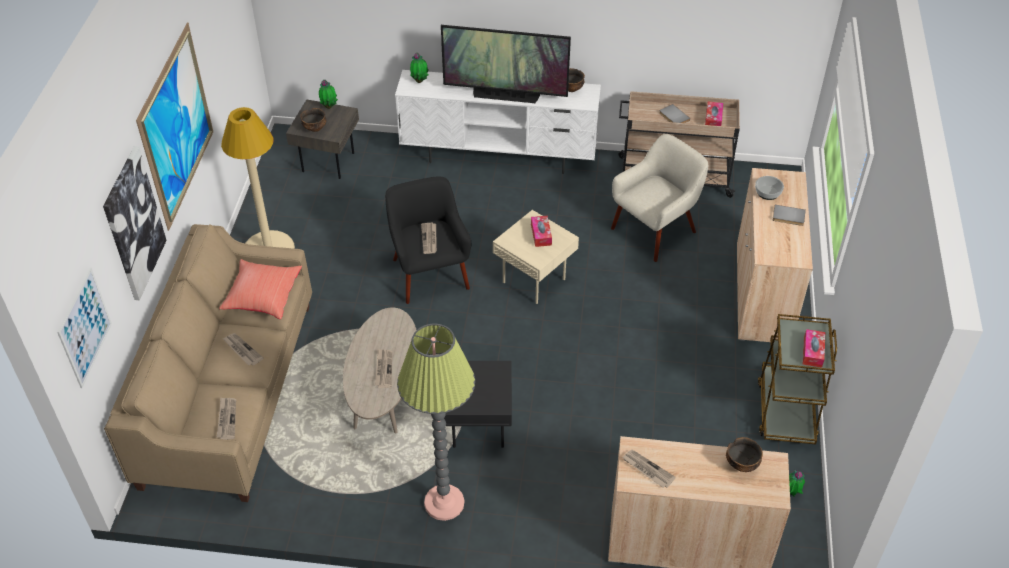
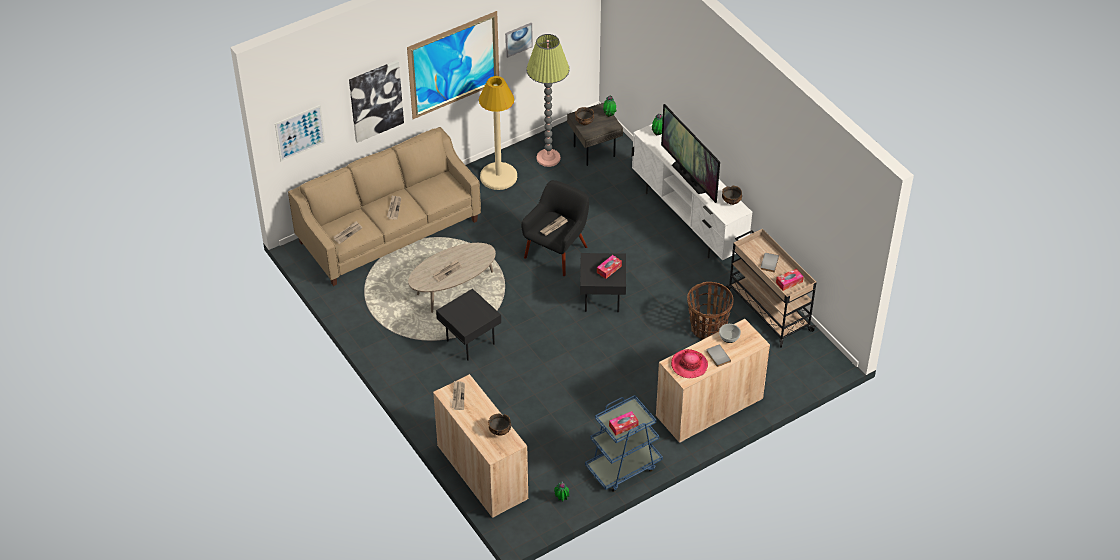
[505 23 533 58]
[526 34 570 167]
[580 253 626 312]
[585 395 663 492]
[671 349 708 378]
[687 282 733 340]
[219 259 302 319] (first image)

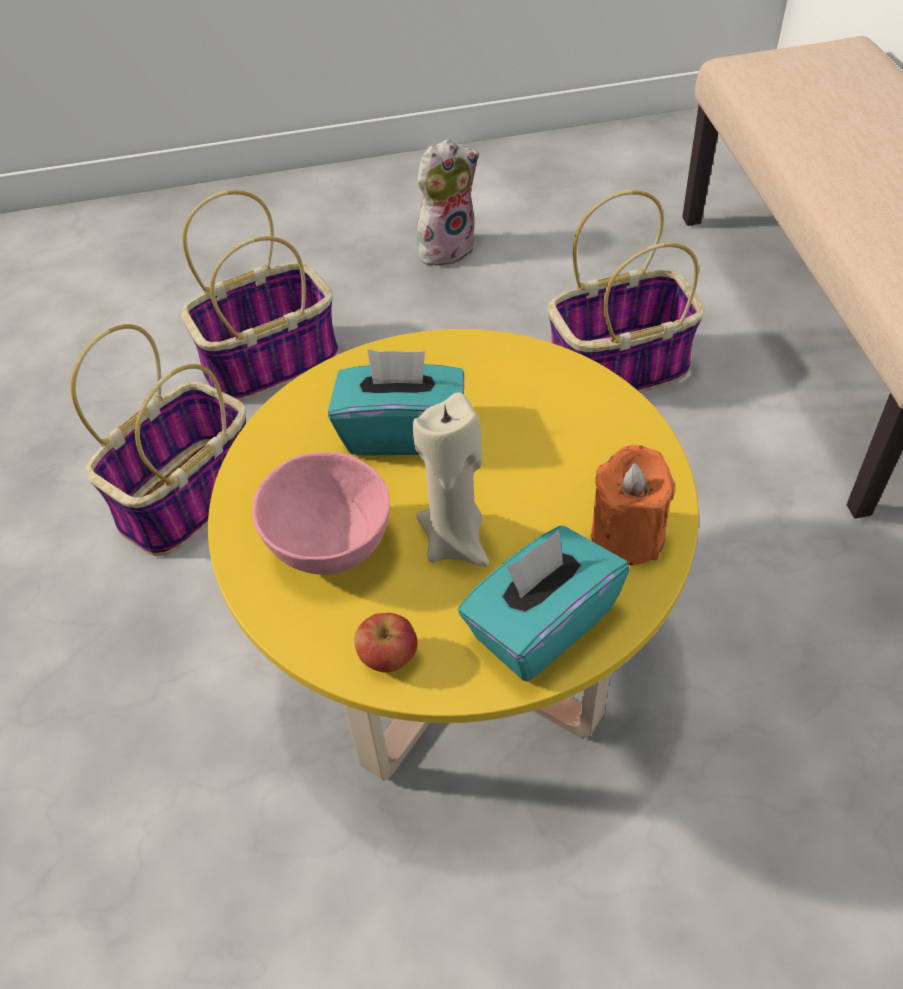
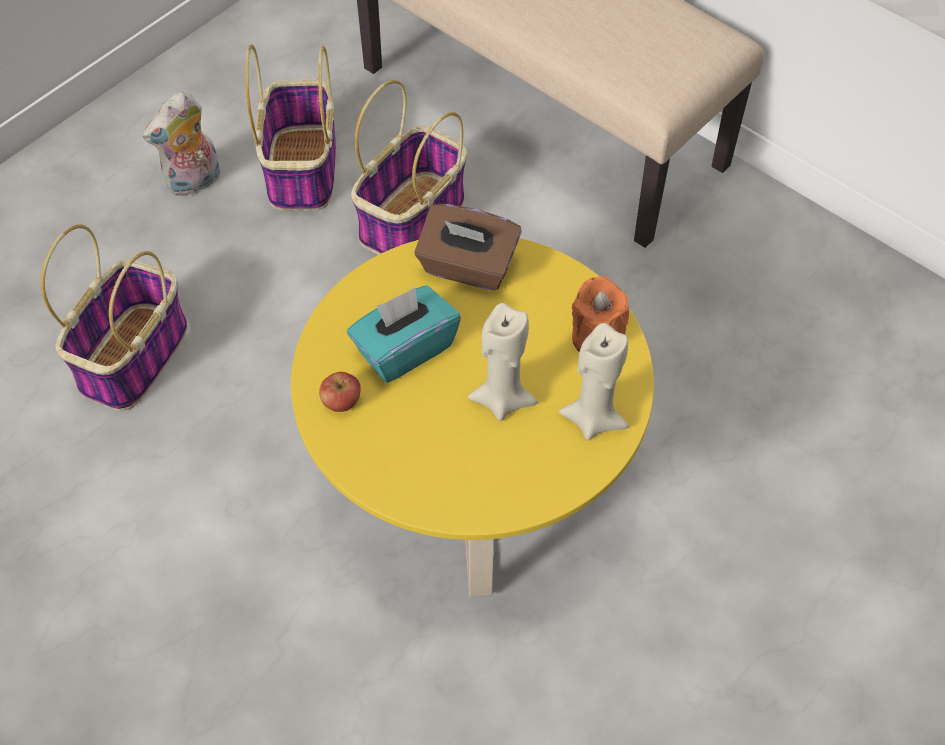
[143 91 220 196]
[245 44 336 211]
[319 372 361 412]
[414 204 522 291]
[559 323 629 440]
[252 452 390 575] (first image)

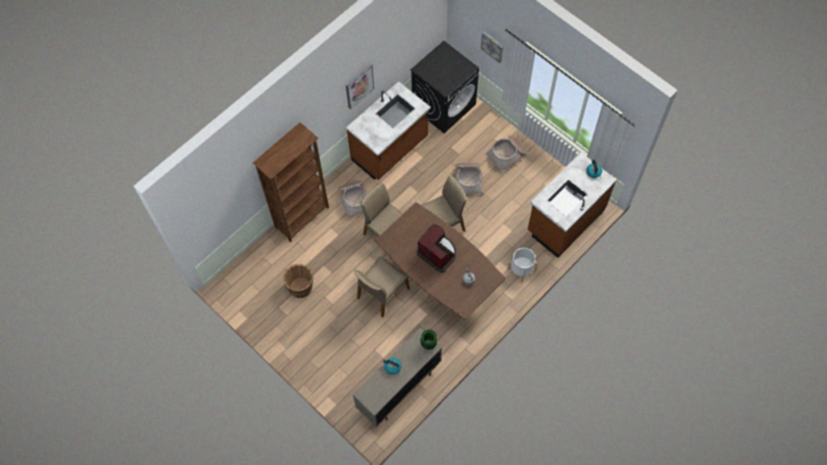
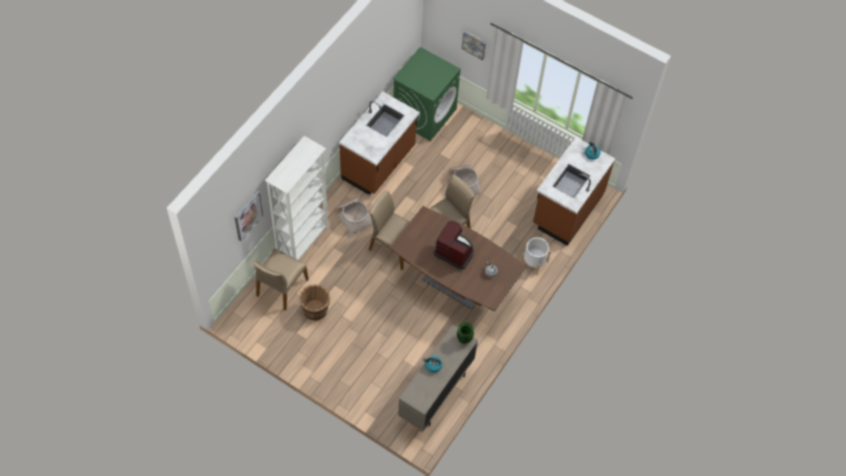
[234 191 263 241]
[252 248 309 311]
[265 136 328 260]
[393 47 461 141]
[485 135 527 173] (first image)

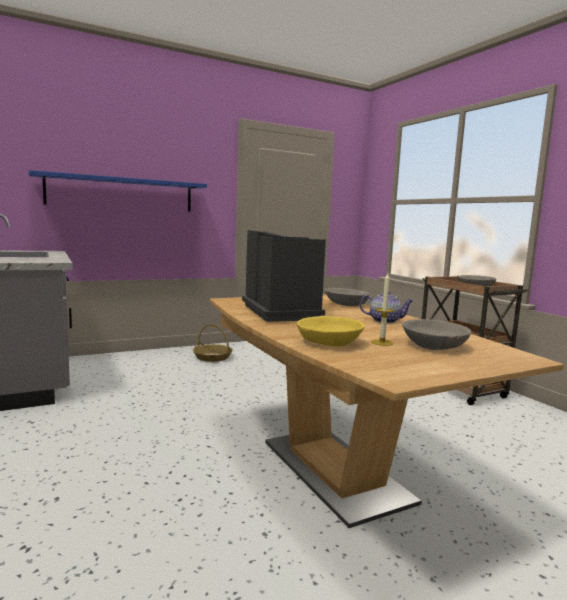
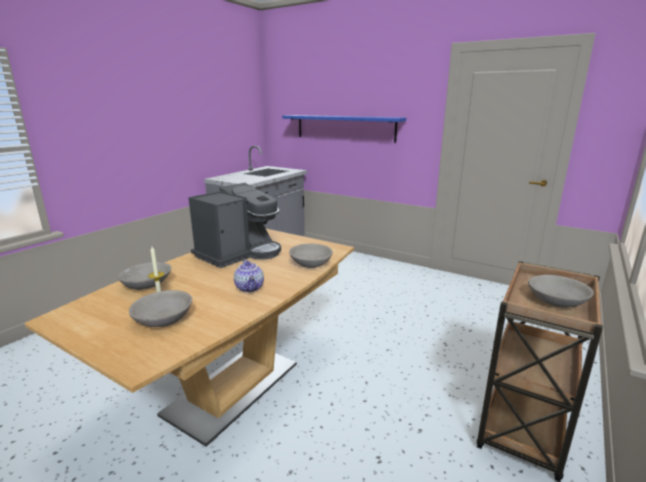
[118 262 171 290]
[193 324 233 362] (first image)

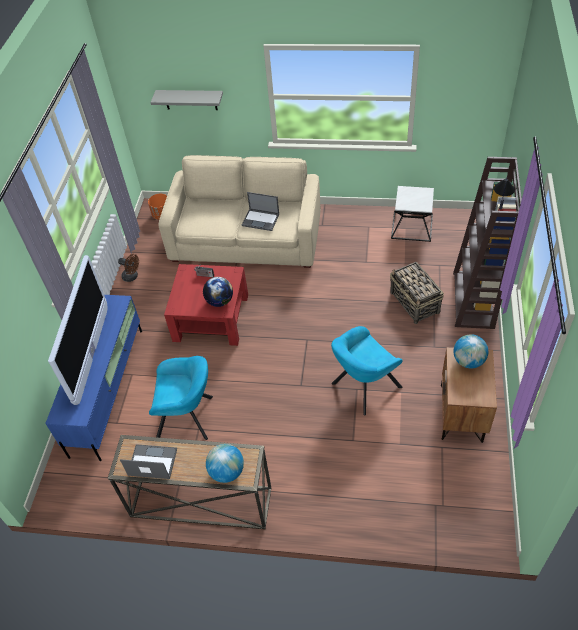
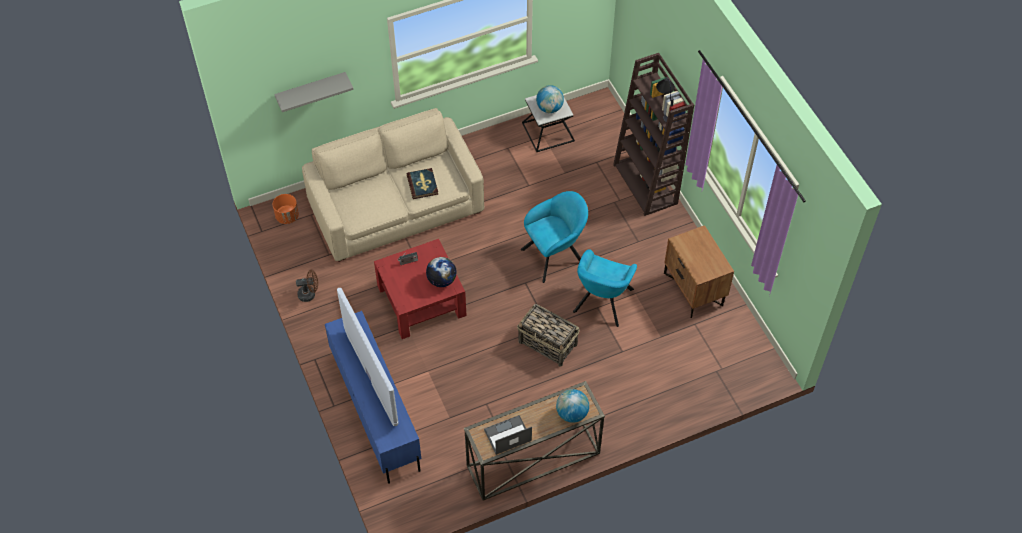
[407 168 438 199]
[517 304 579 366]
[521 191 588 283]
[536 85 564 113]

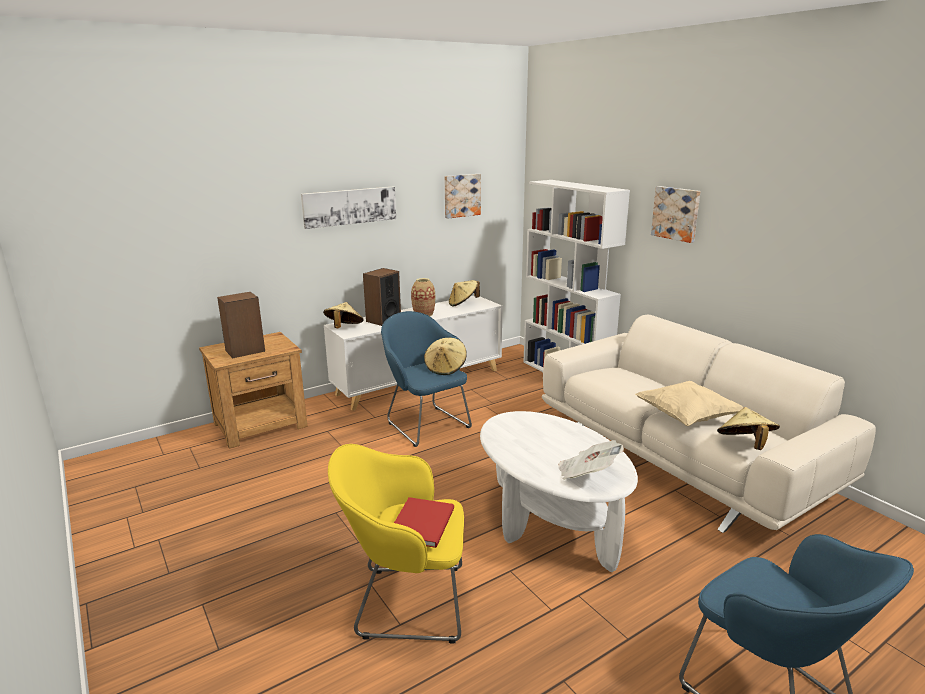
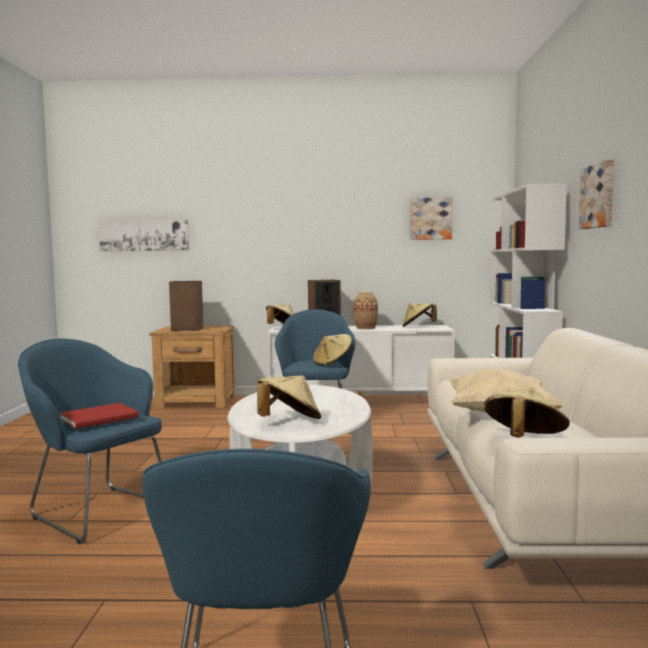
[18 339 162 544]
[99 220 189 251]
[257 375 321 419]

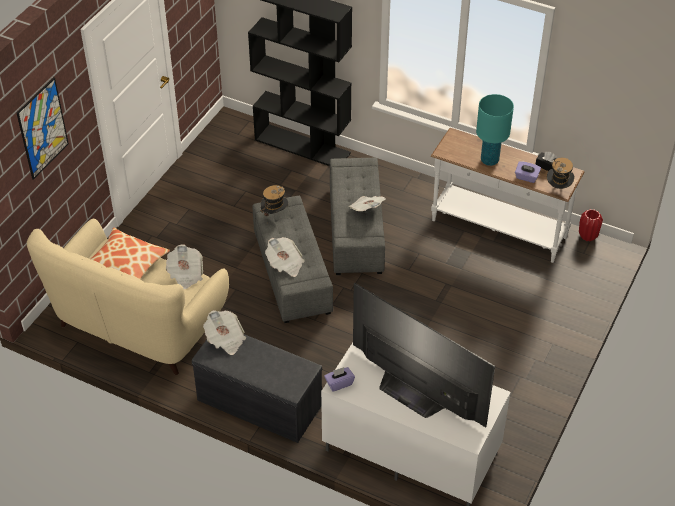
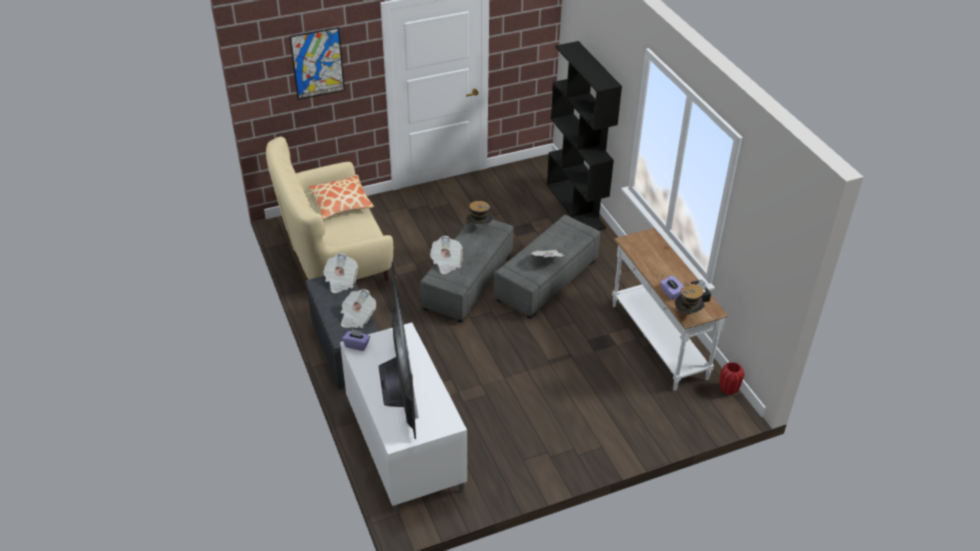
[341 289 376 328]
[476 94 514 166] (first image)

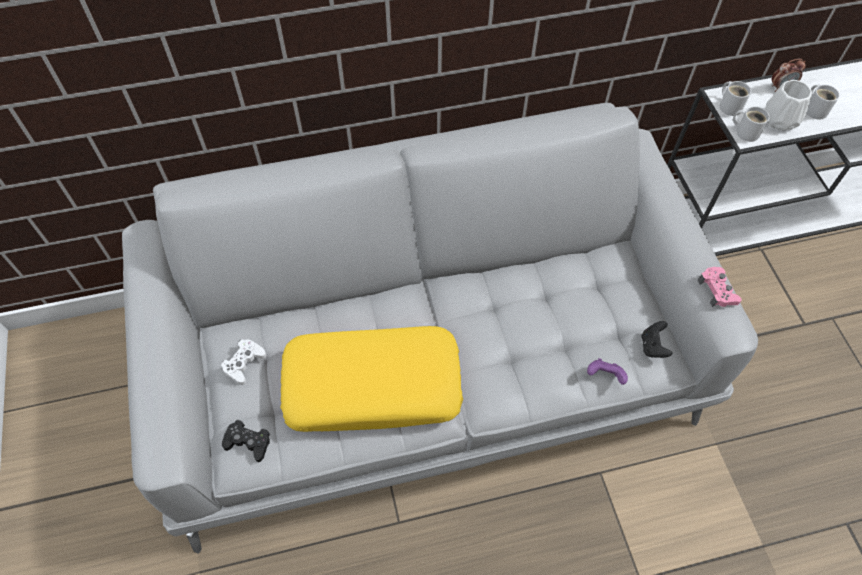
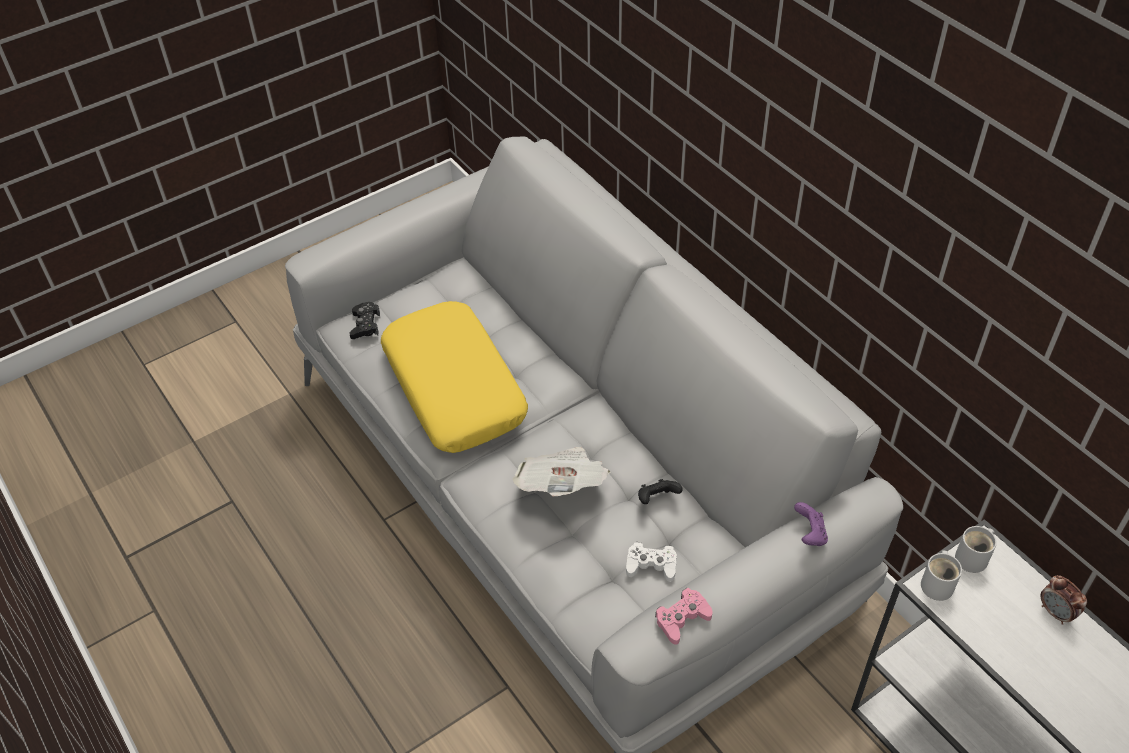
[512 447 611 496]
[626 542 677 582]
[638 479 683 504]
[794 502 828 546]
[765 80 812 131] (first image)
[807 84 840 120] (first image)

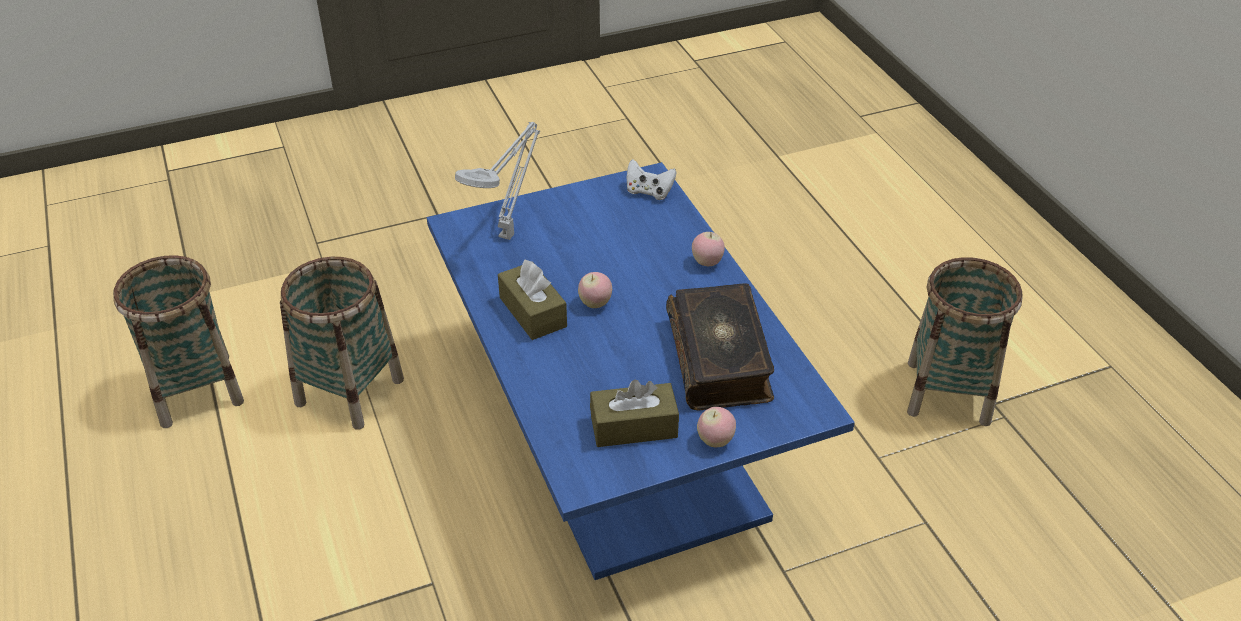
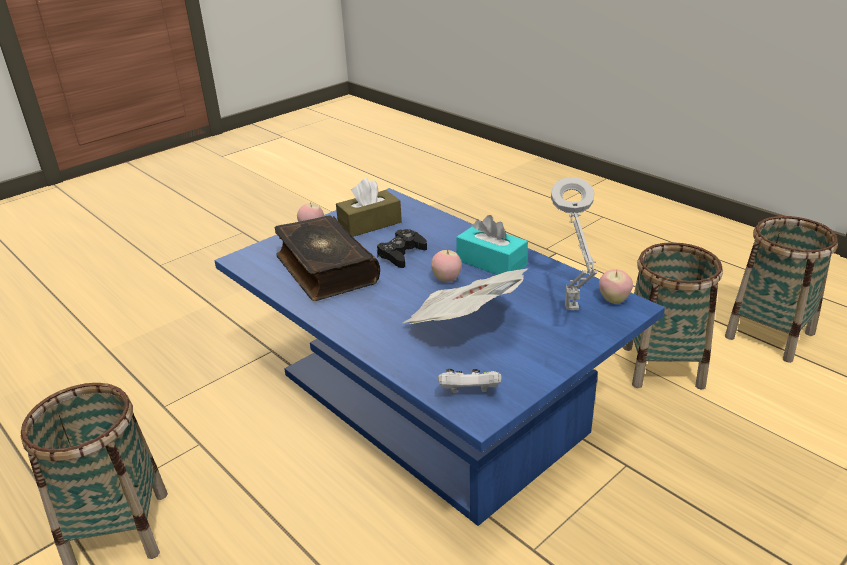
[377 229 427 268]
[403 268 528 324]
[456 215 528 275]
[599 269 633 304]

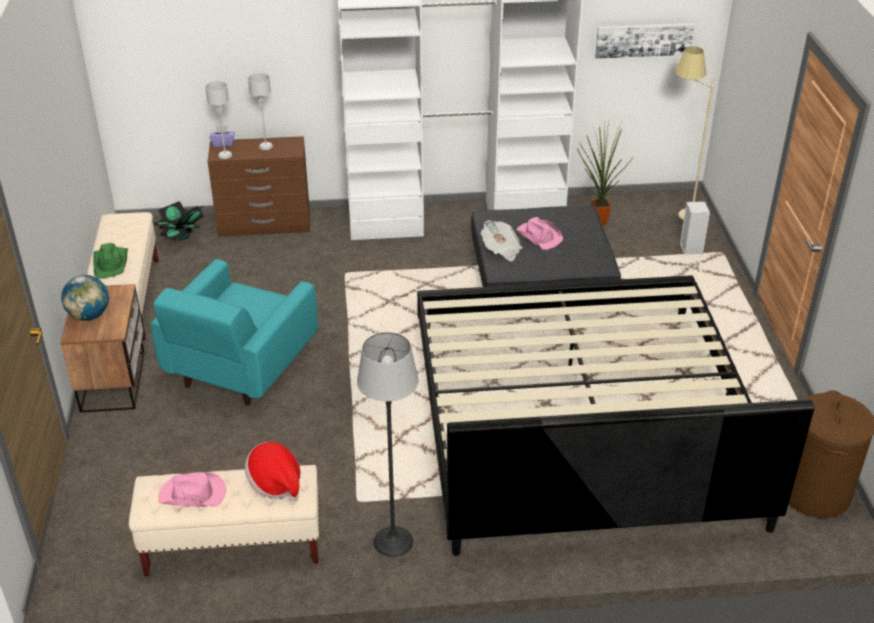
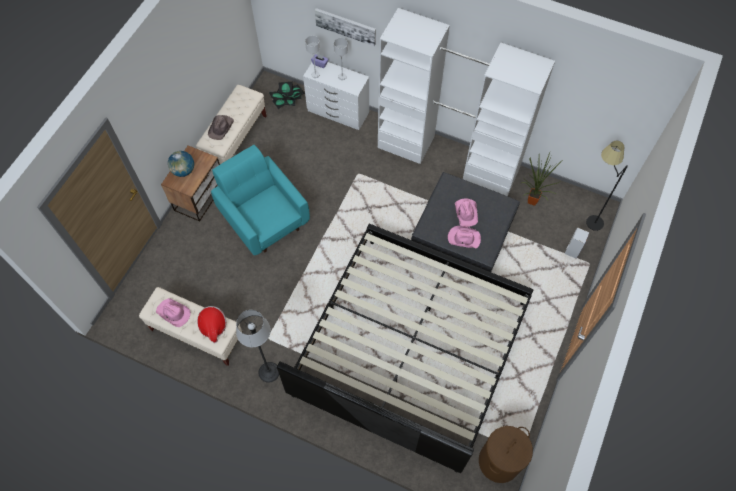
[208 115 234 140]
[211 145 310 255]
[303 62 369 130]
[315 8 376 46]
[448 226 481 249]
[586 140 628 231]
[481 220 523 261] (first image)

